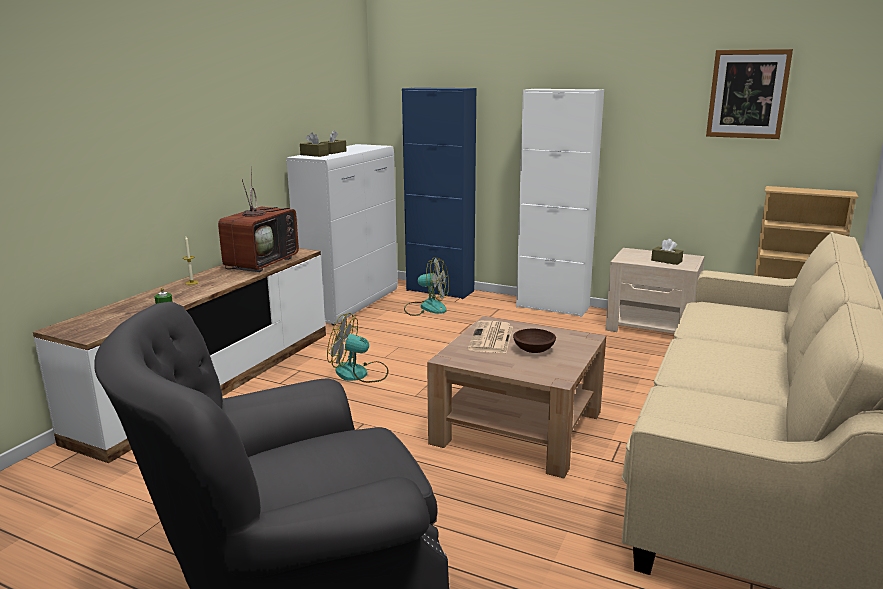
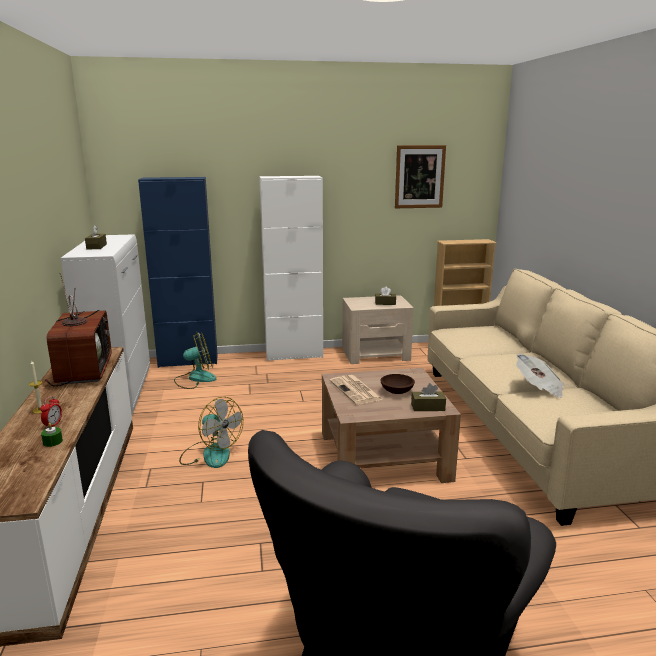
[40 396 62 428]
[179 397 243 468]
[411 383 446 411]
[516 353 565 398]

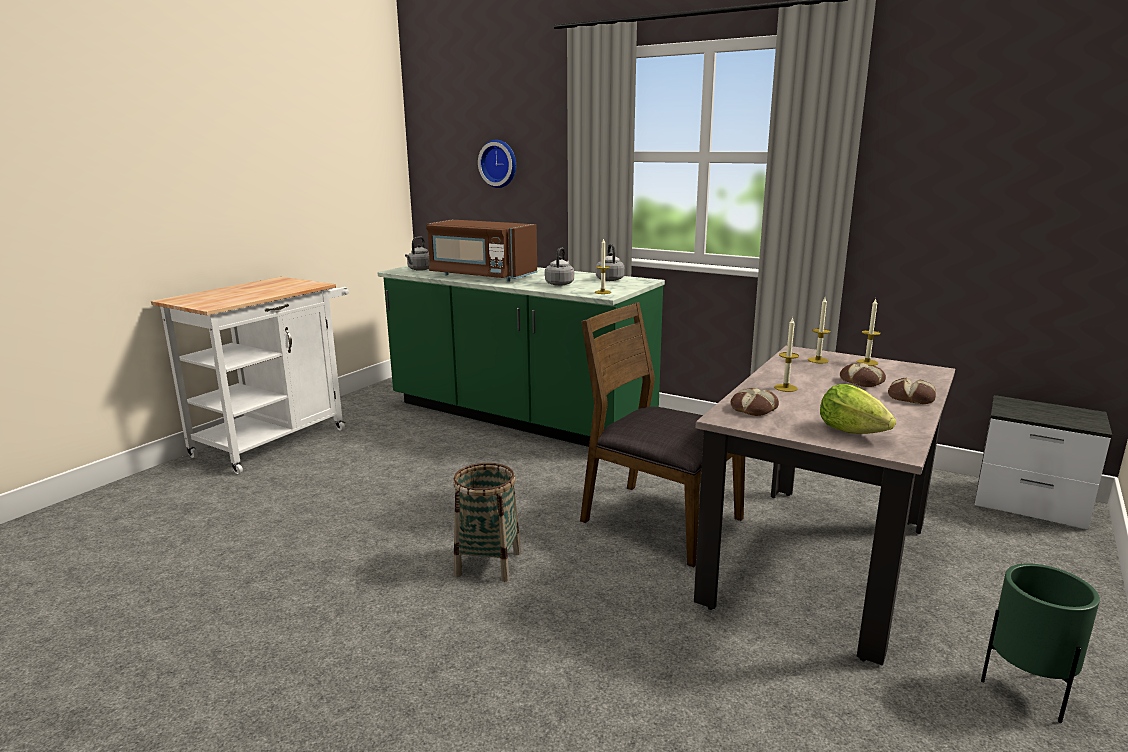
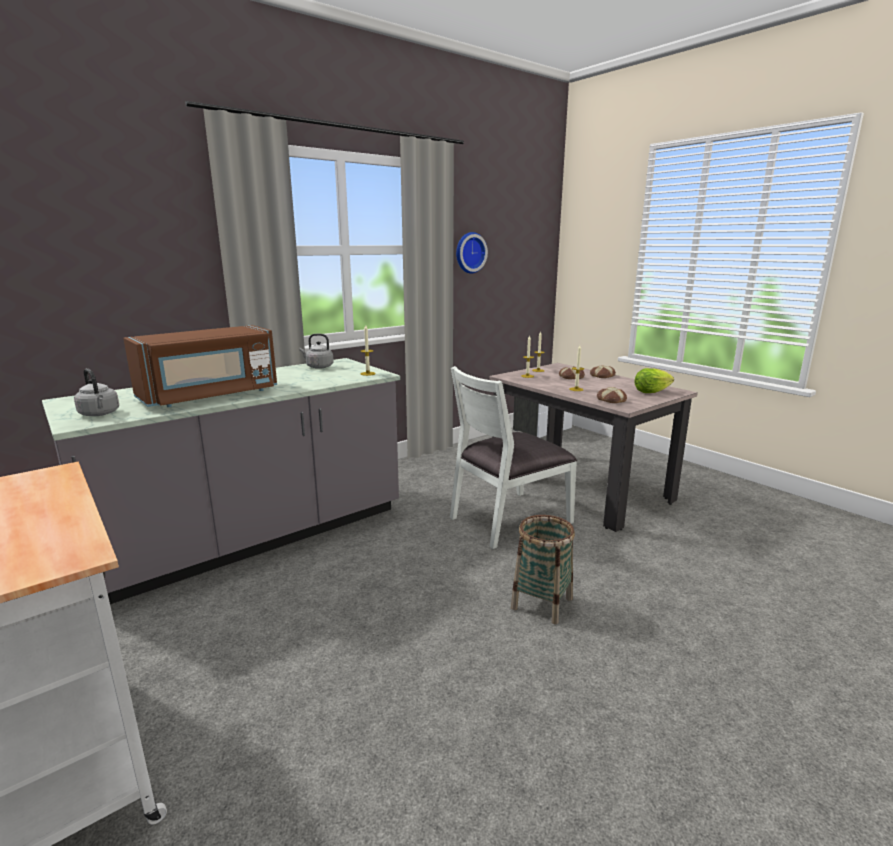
[42 358 400 604]
[450 366 577 549]
[456 232 488 274]
[545 248 574 286] (first image)
[981 563 1100 723] (first image)

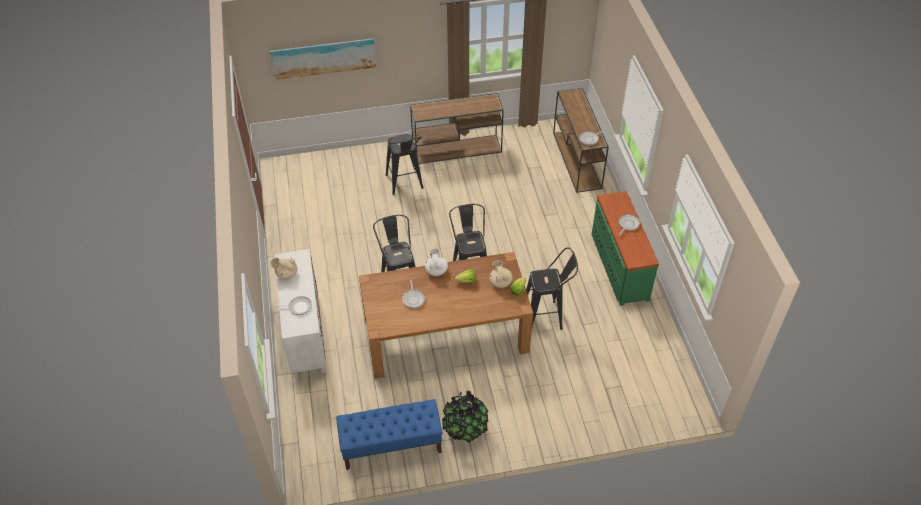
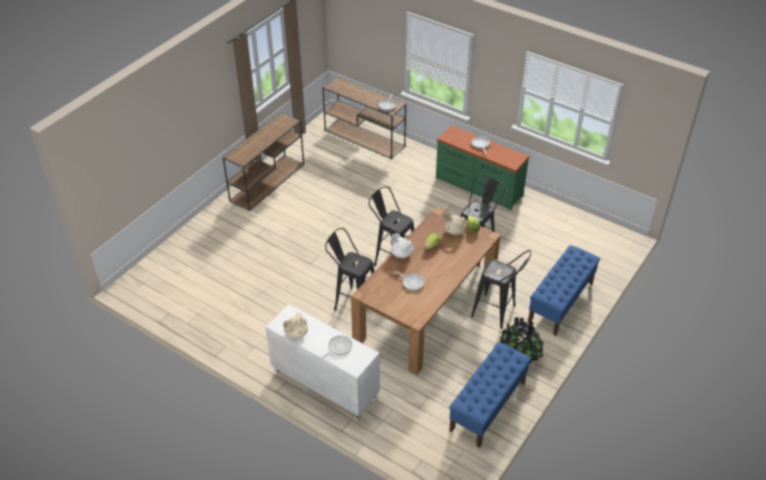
[471 250 531 329]
[528 245 600 336]
[270 38 376 80] (first image)

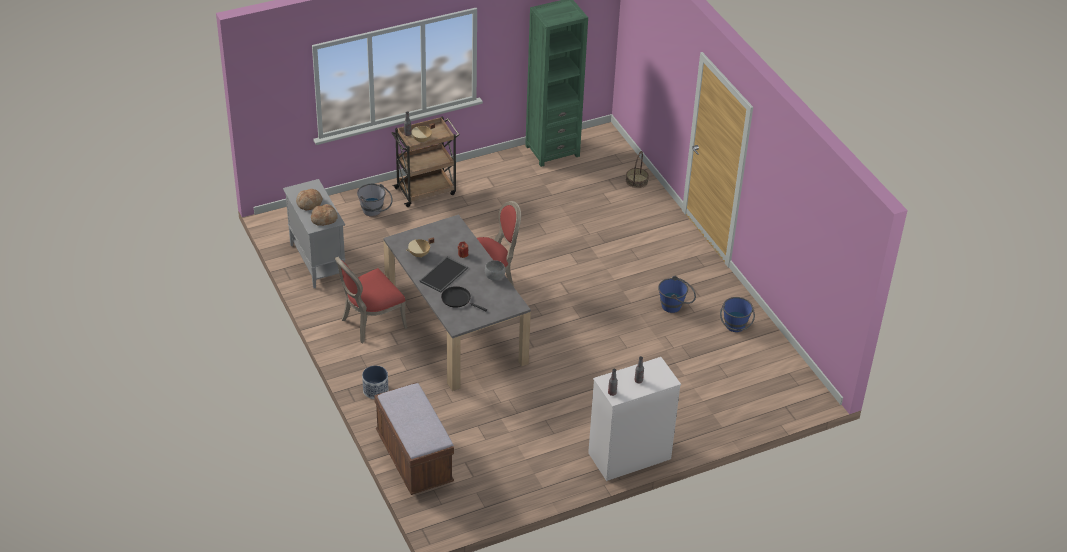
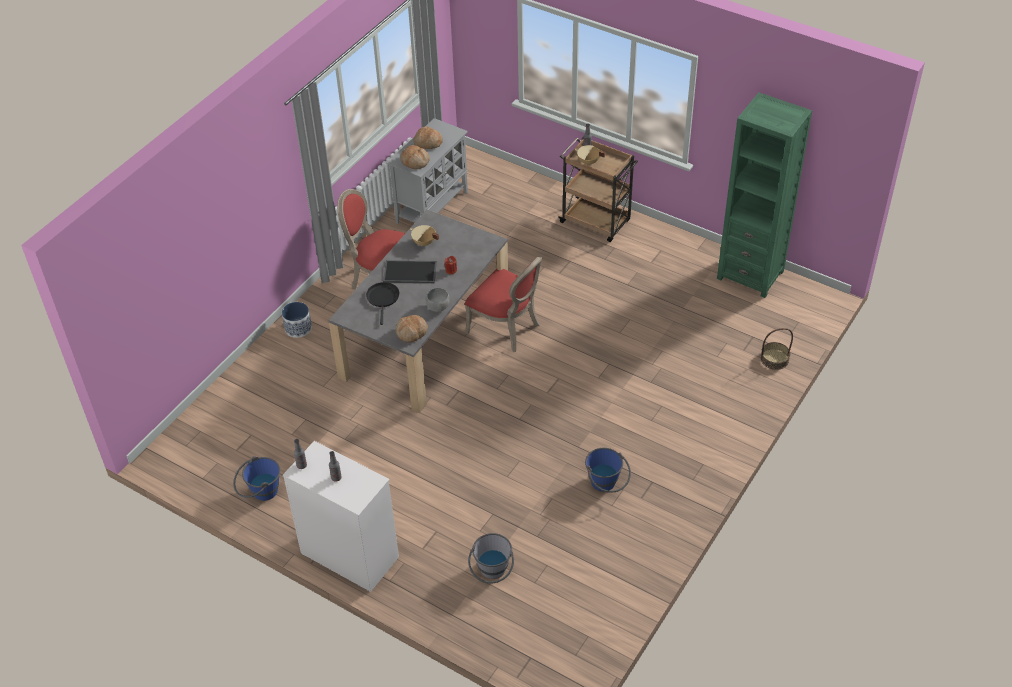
[233 456 280 501]
[396 315 428 343]
[468 533 514 584]
[374 382 454 495] (first image)

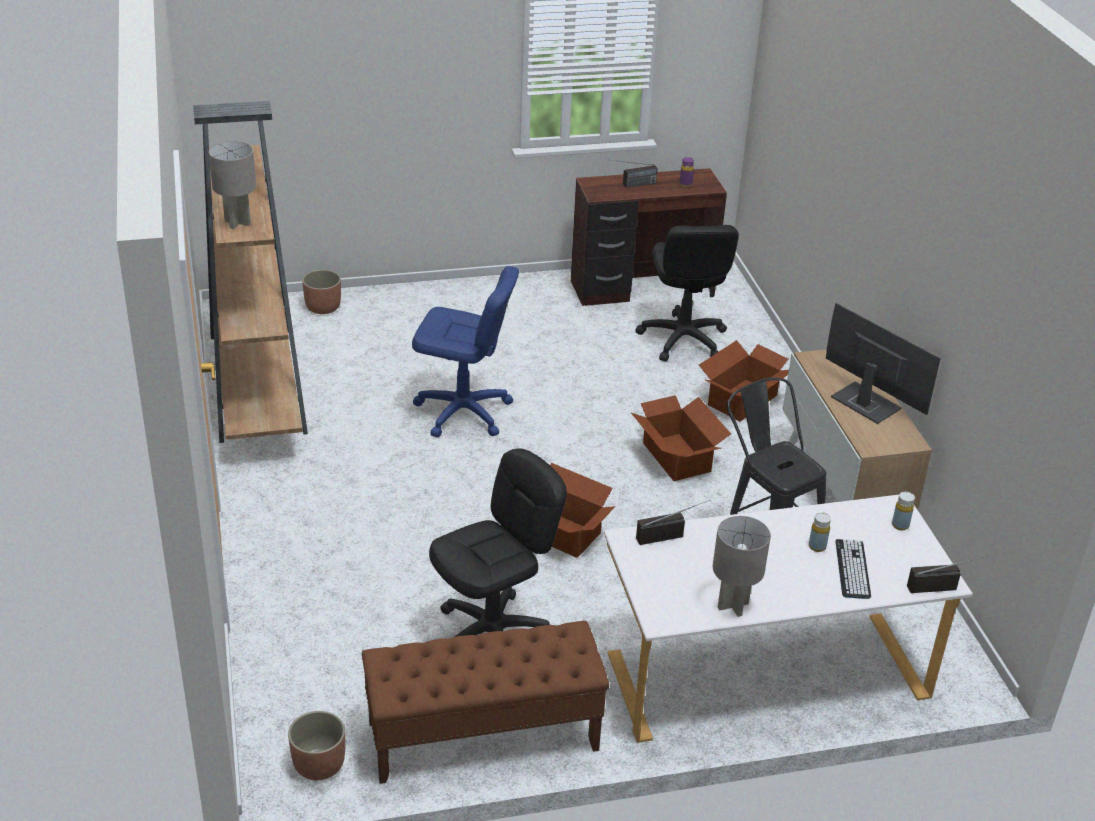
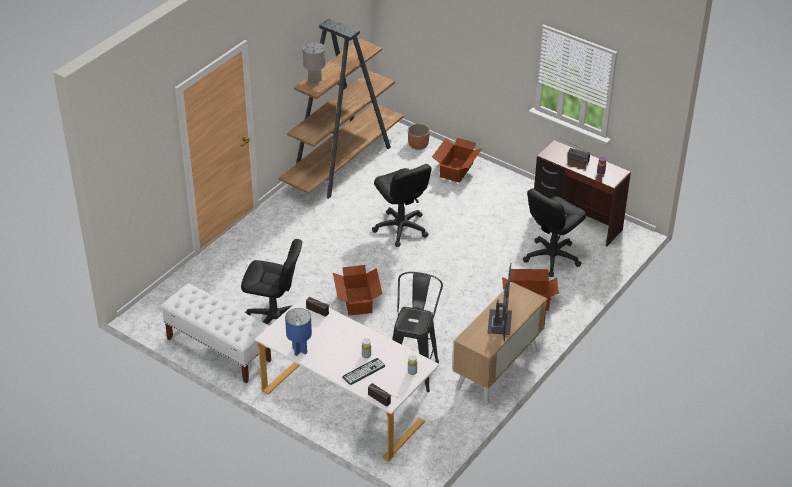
[161 283 271 383]
[285 308 312 356]
[372 164 432 247]
[432 138 482 183]
[288 711 345 780] (first image)

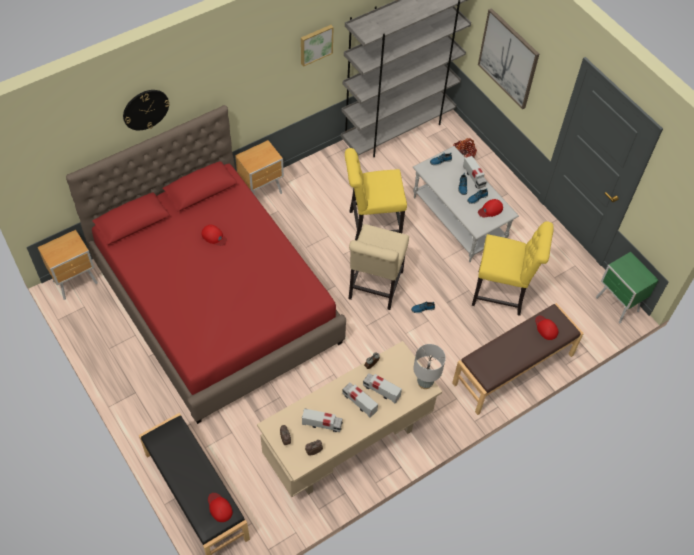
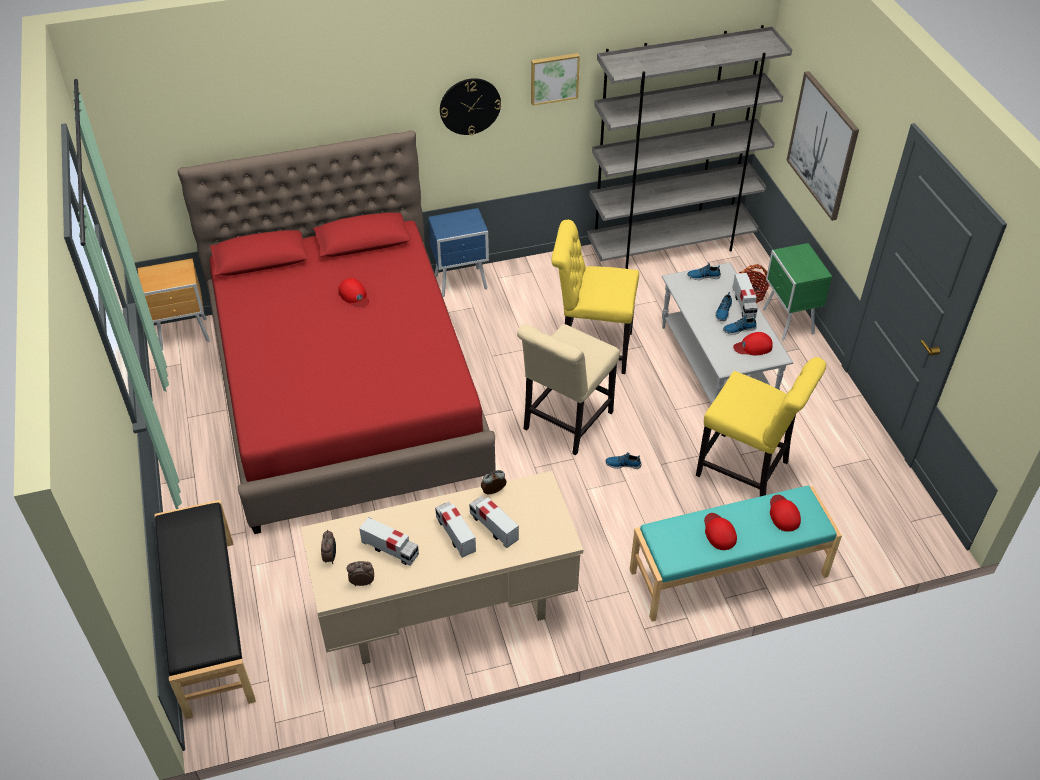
[428 208 489 297]
[440 78 501 135]
[630 486 842 621]
[704 513 737 550]
[763 243 832 341]
[413 344 446 389] (first image)

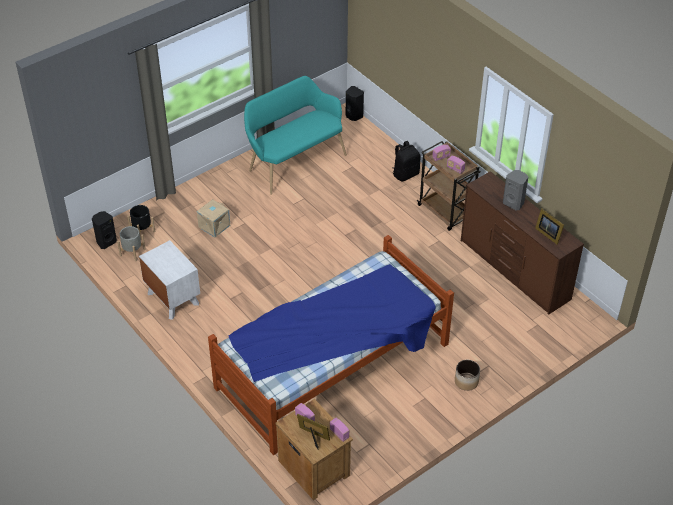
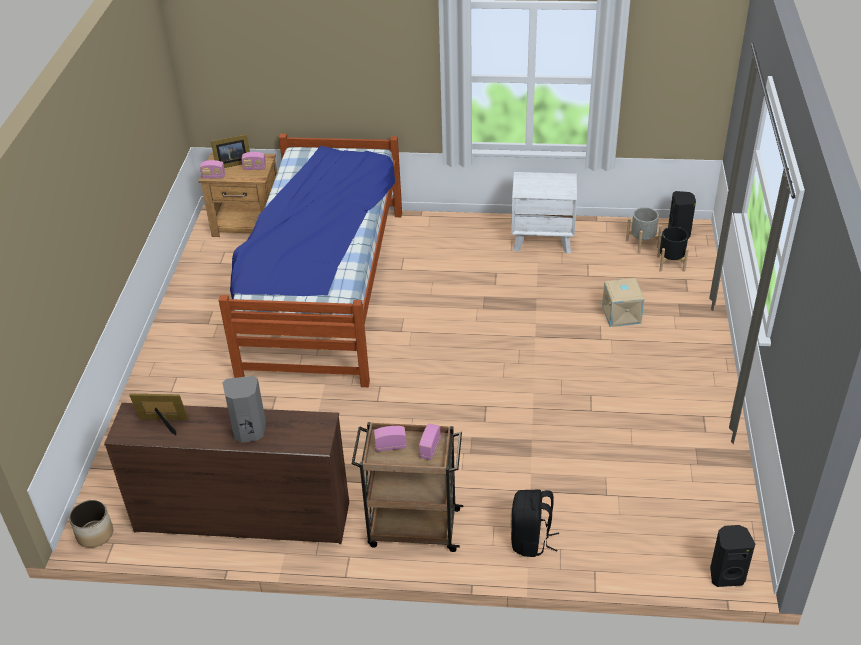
[69 500 113 548]
[244 76 347 195] (first image)

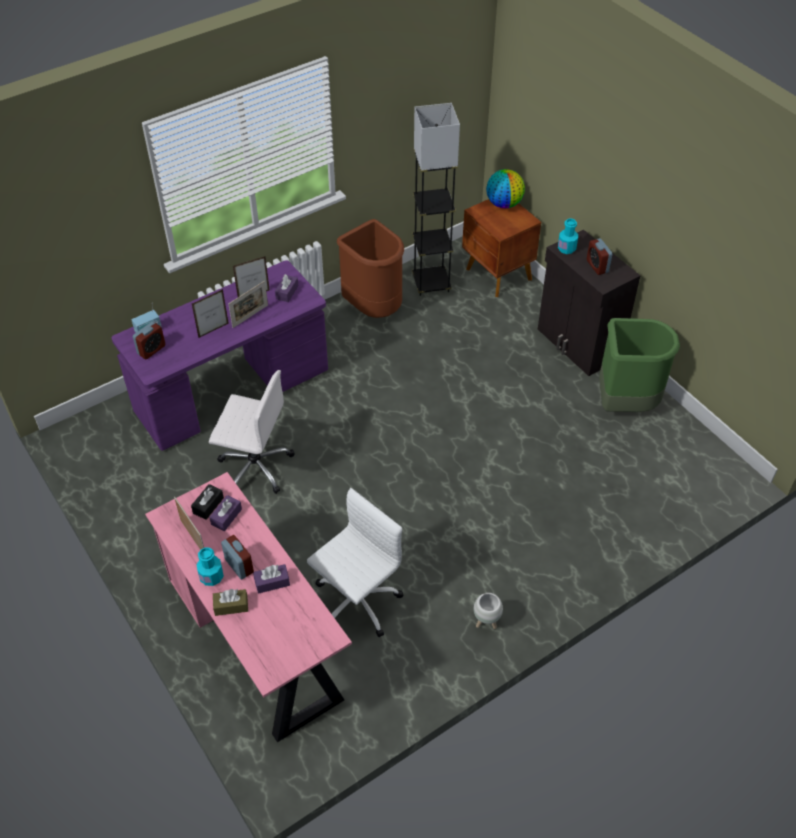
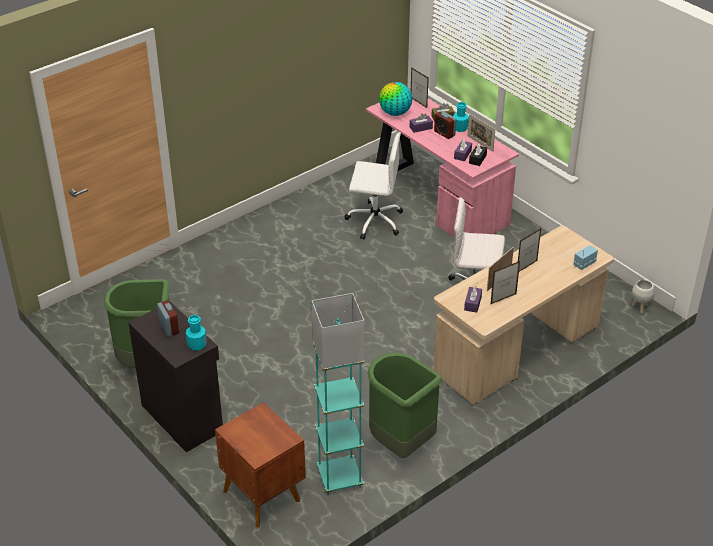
[312 293 364 495]
[345 132 403 240]
[367 353 442 458]
[379 82 412 116]
[411 67 429 108]
[433 225 614 405]
[632 279 655 313]
[133 322 165 360] (first image)

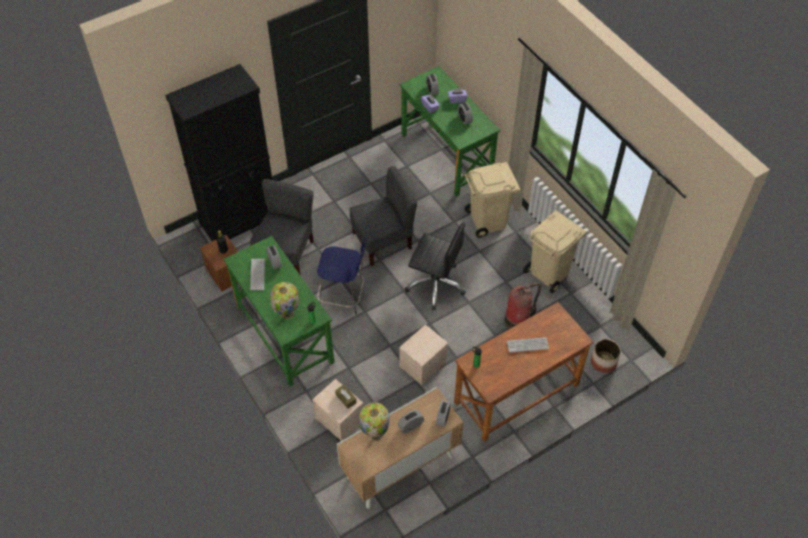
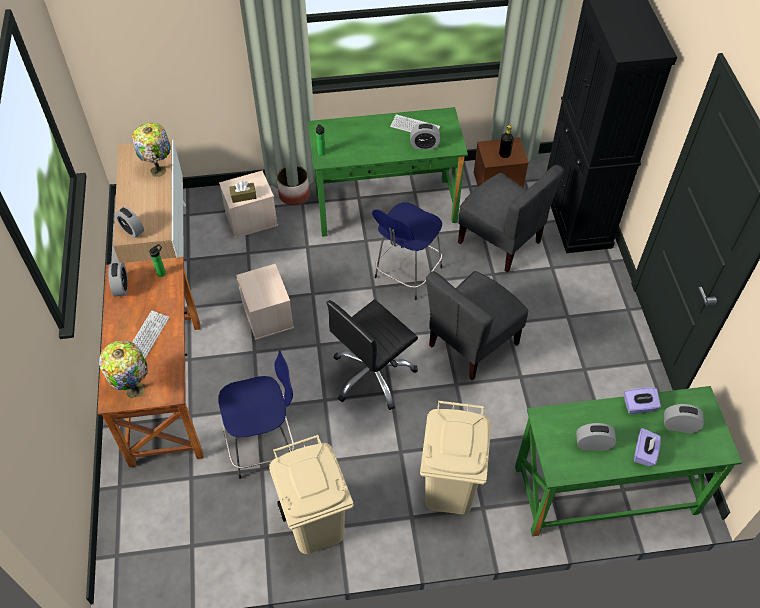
[99 340 148 398]
[108 262 128 297]
[218 350 294 479]
[277 166 310 205]
[426 271 529 381]

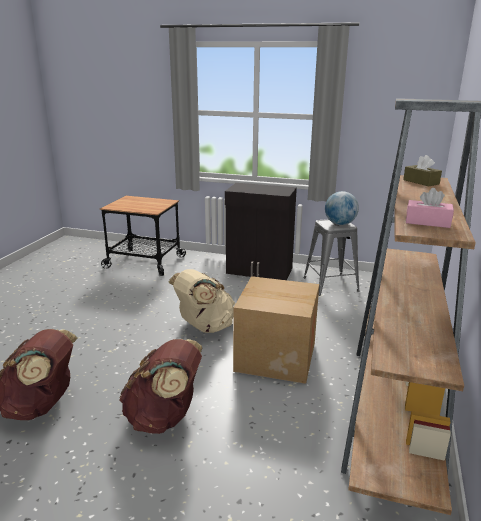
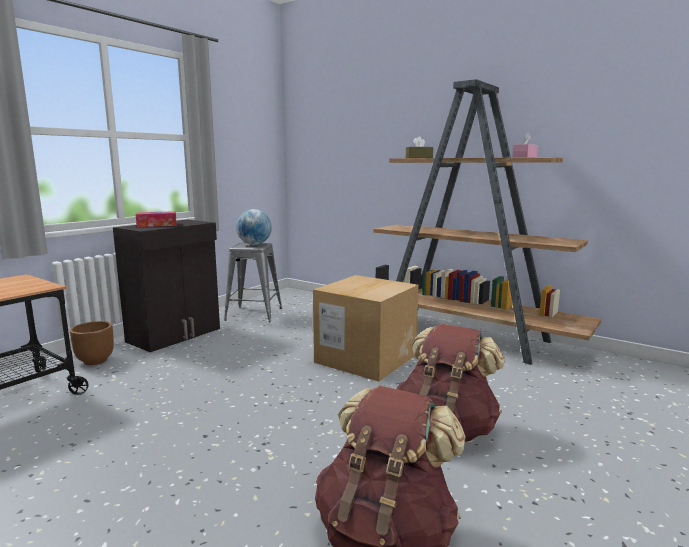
[70 321 114 365]
[136 211 177 227]
[168 269 235 333] (first image)

